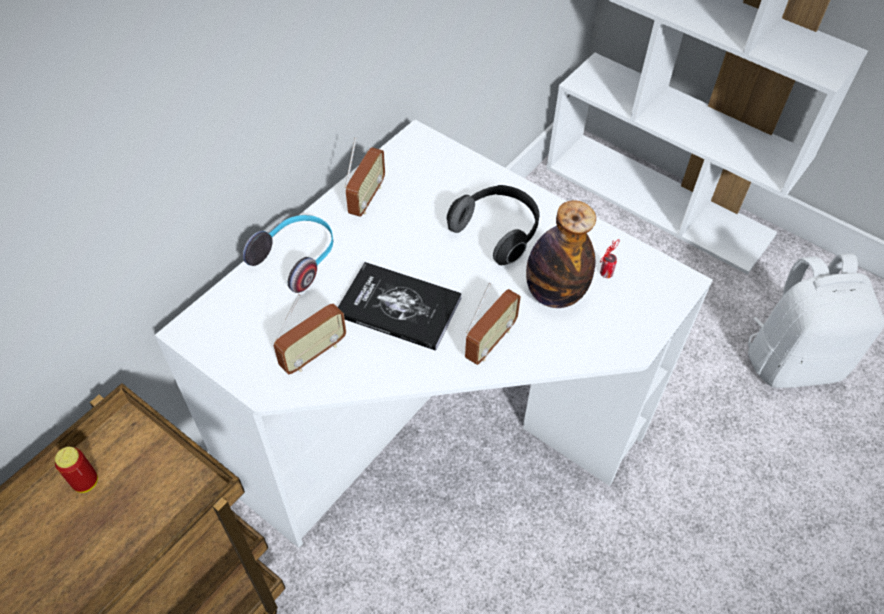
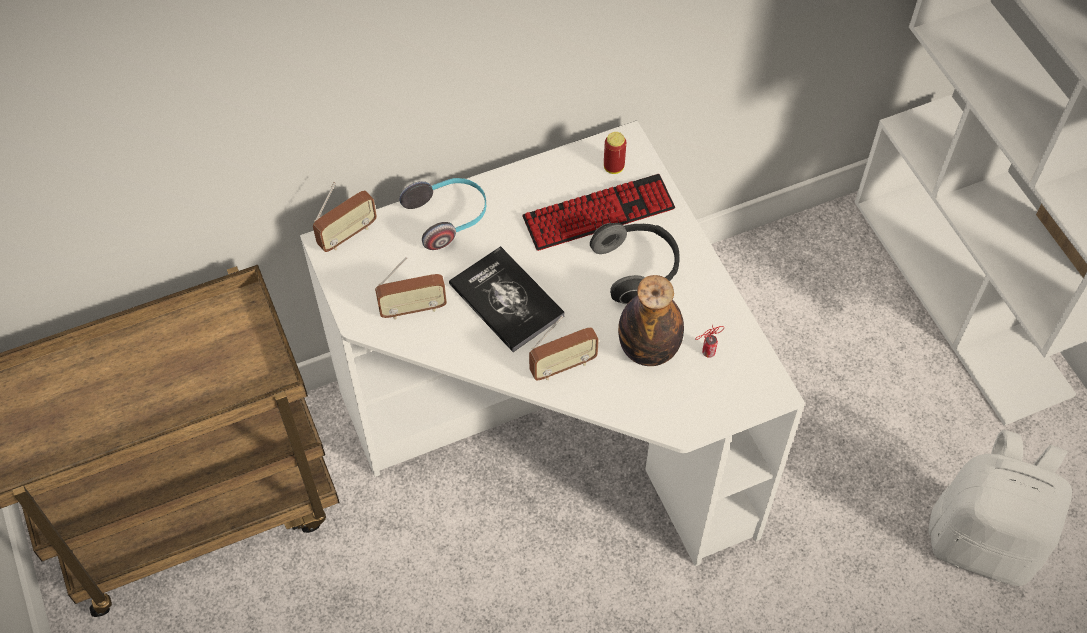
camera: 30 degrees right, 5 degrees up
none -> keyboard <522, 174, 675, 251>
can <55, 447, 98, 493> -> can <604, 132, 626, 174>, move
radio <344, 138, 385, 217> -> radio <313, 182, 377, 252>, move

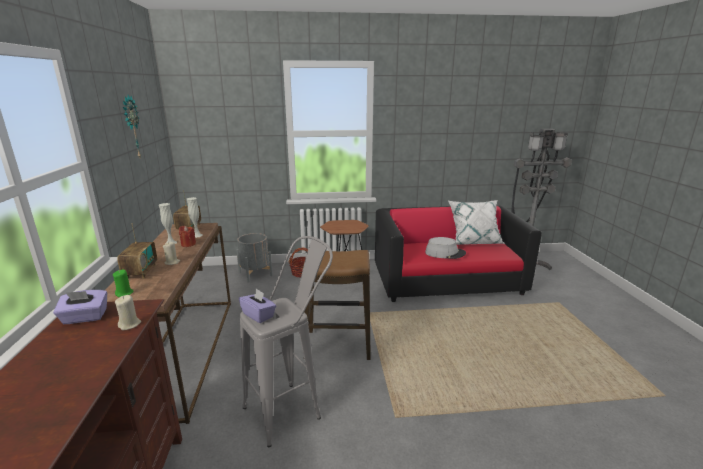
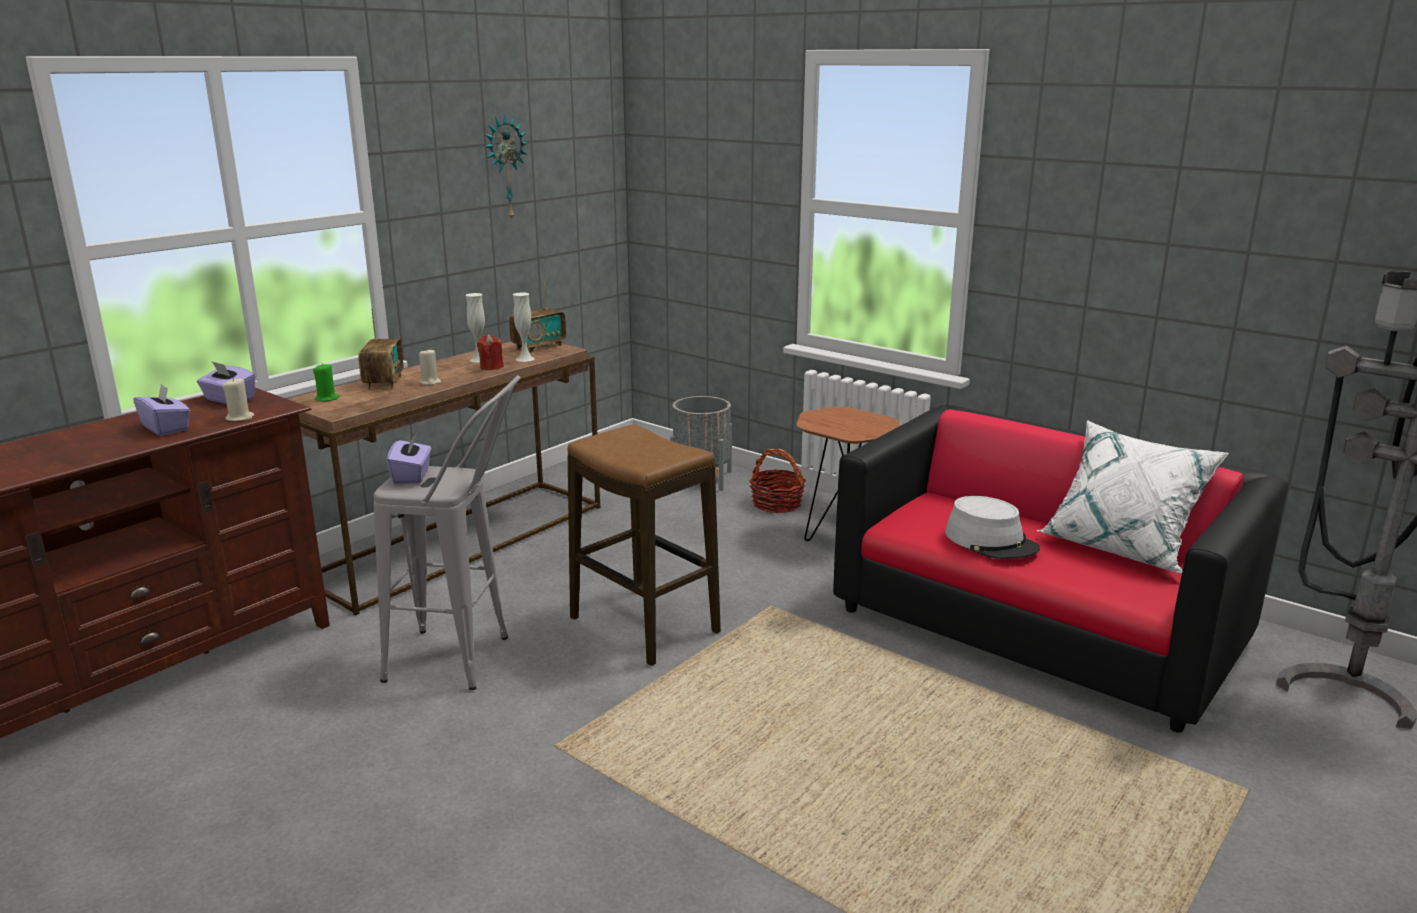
camera: 45 degrees right, 0 degrees up
none -> purple_tissue_box <133, 384, 190, 436>
radio <117, 223, 157, 279> -> radio <358, 309, 404, 390>, 45 degrees counterclockwise

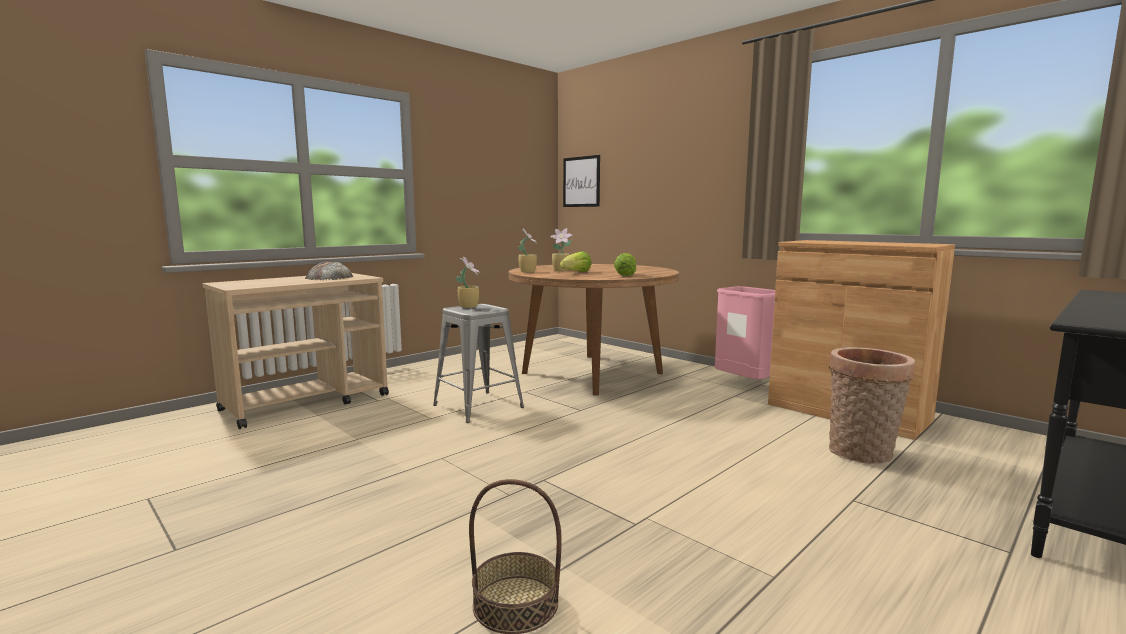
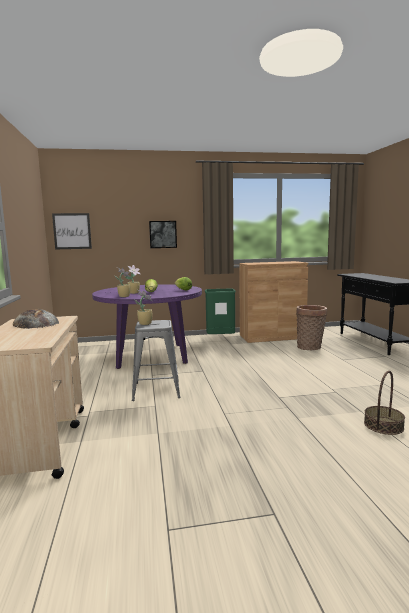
camera: 55 degrees left, 0 degrees up
none -> picture <149, 221, 177, 248>
brown_dining_table <509, 264, 679, 395> -> purple_dining_table <92, 284, 202, 369>
pink_trash_can <715, 286, 775, 379> -> green_trash_can <205, 289, 236, 334>

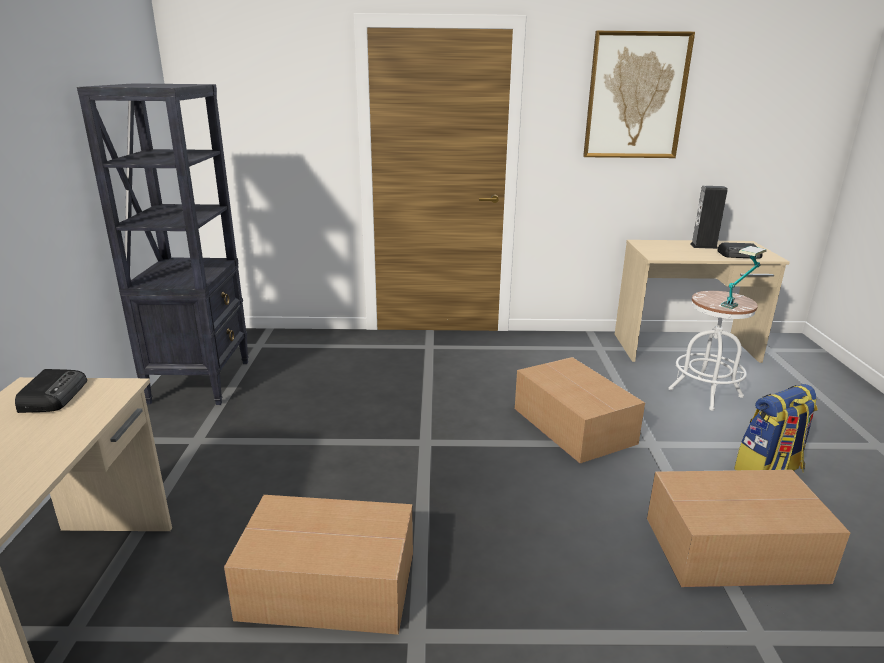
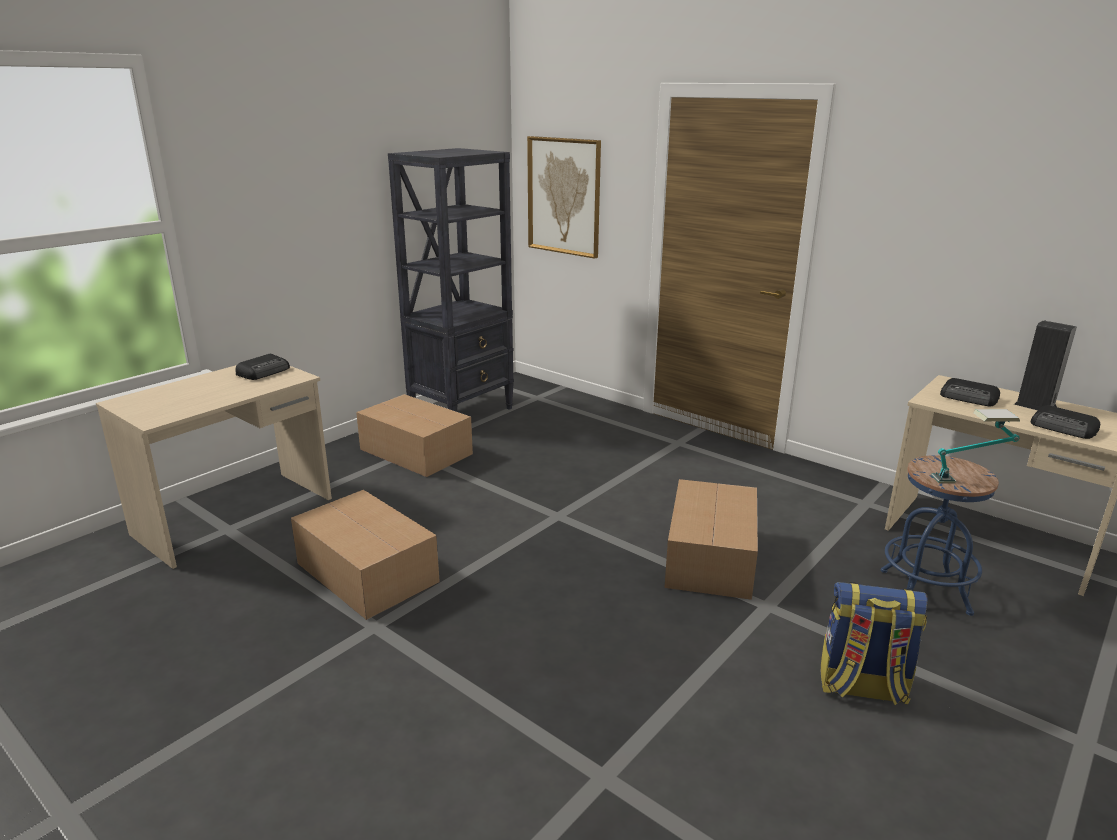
camera: 40 degrees right, 0 degrees up
none -> radio <940, 378, 1000, 406>
picture <583, 31, 695, 158> -> picture <527, 136, 601, 259>, move
cardboard_box <647, 470, 850, 587> -> cardboard_box <356, 394, 473, 477>, move
white_stool <668, 291, 758, 411> -> blue_stool <881, 455, 999, 616>

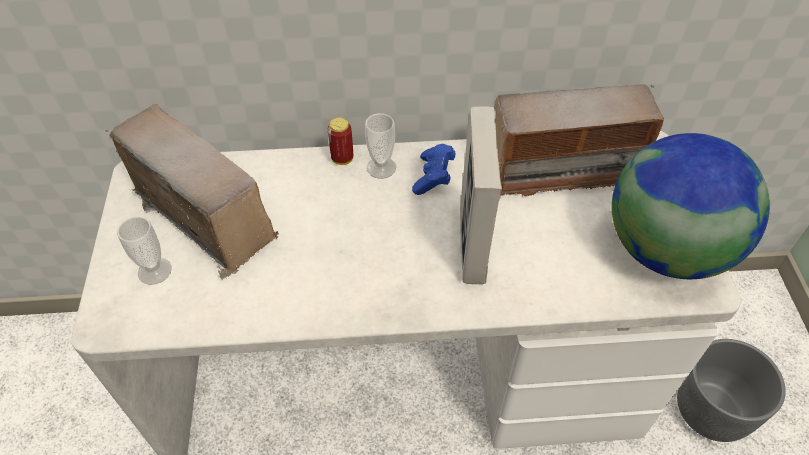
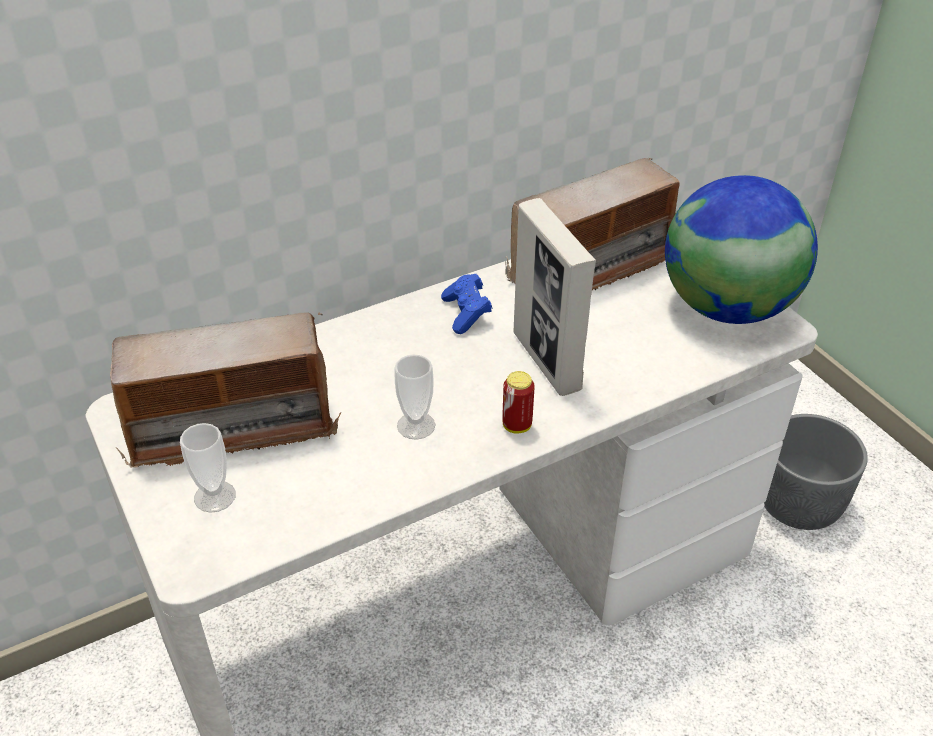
camera: 25 degrees left, 10 degrees down
can <328, 117, 353, 165> -> can <502, 371, 535, 434>, move
cup <365, 113, 396, 179> -> cup <395, 354, 436, 440>, move
radio <105, 104, 279, 280> -> radio <110, 312, 341, 468>, 150 degrees clockwise

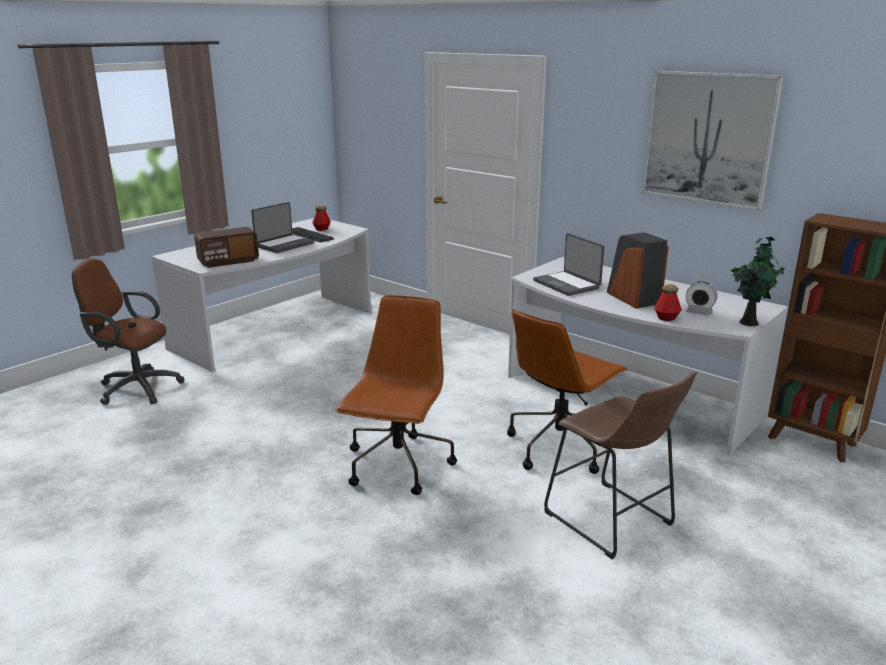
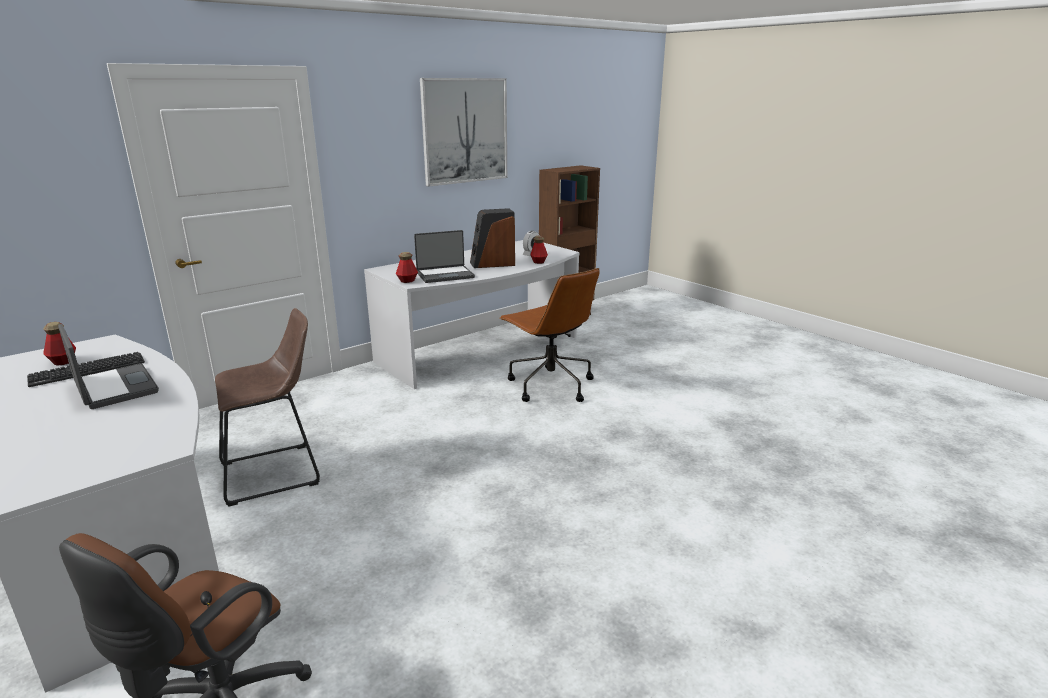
camera: 80 degrees left, 0 degrees up
radio <194, 227, 259, 268> -> none
brown_office_chair <335, 295, 457, 495> -> none
potted_plant <730, 237, 785, 326> -> none
none -> bottle <396, 252, 418, 283>
brown_stool <544, 371, 697, 559> -> brown_stool <215, 308, 320, 507>, move

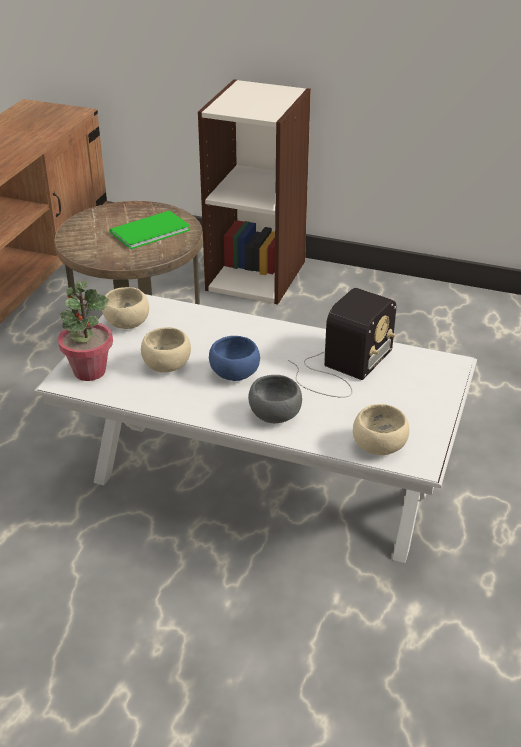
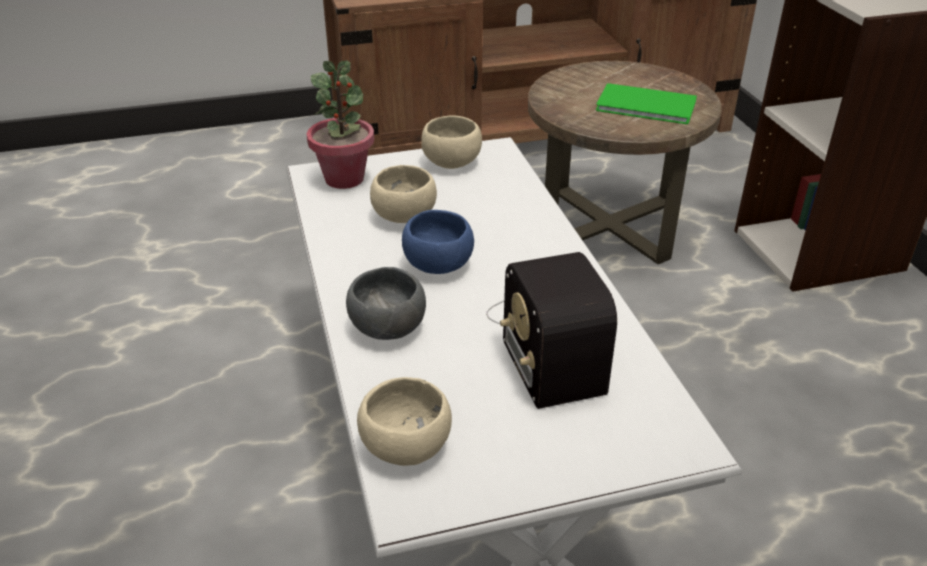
camera: 55 degrees right, 0 degrees up
radio <288, 288, 396, 398> -> radio <486, 252, 617, 409>, 75 degrees clockwise

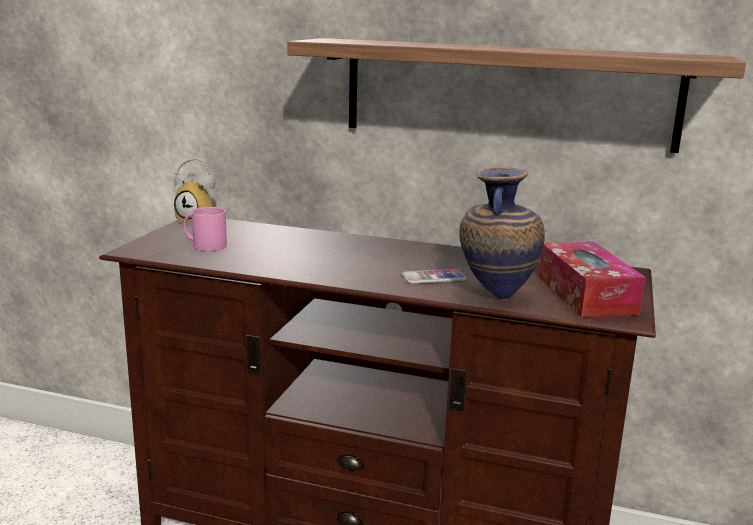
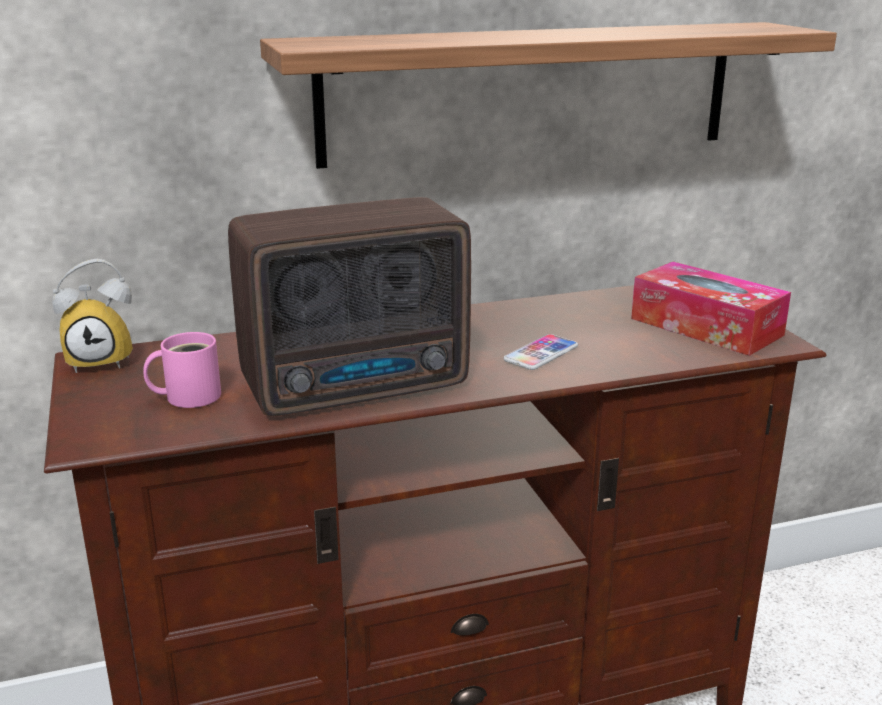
camera: 35 degrees left, 5 degrees up
vase <459, 167, 545, 301> -> none
none -> radio <228, 197, 471, 416>

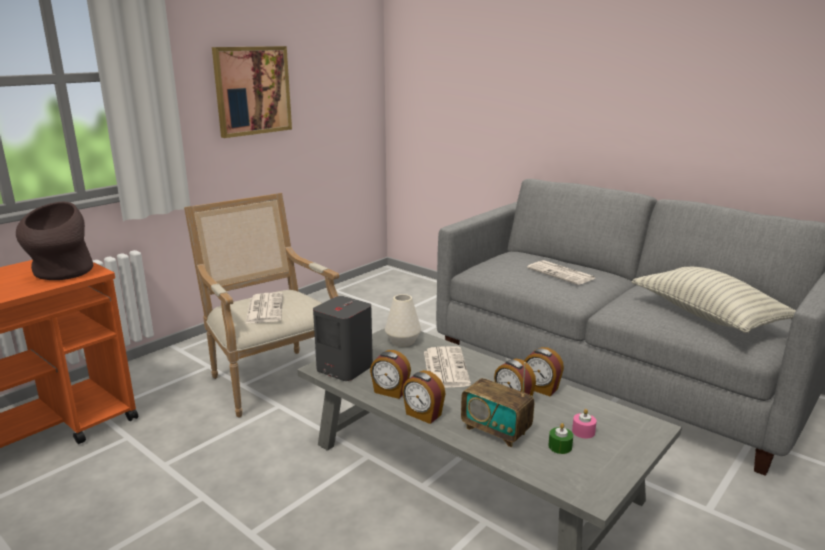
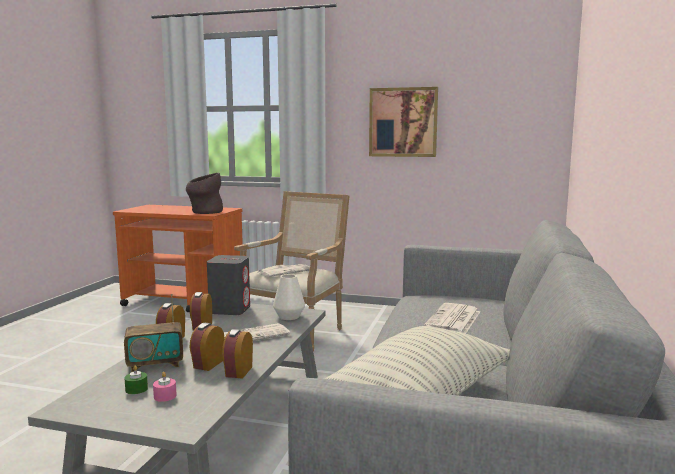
camera: 65 degrees right, 10 degrees down
radio <461, 362, 534, 447> -> radio <124, 294, 183, 372>, 120 degrees counterclockwise

